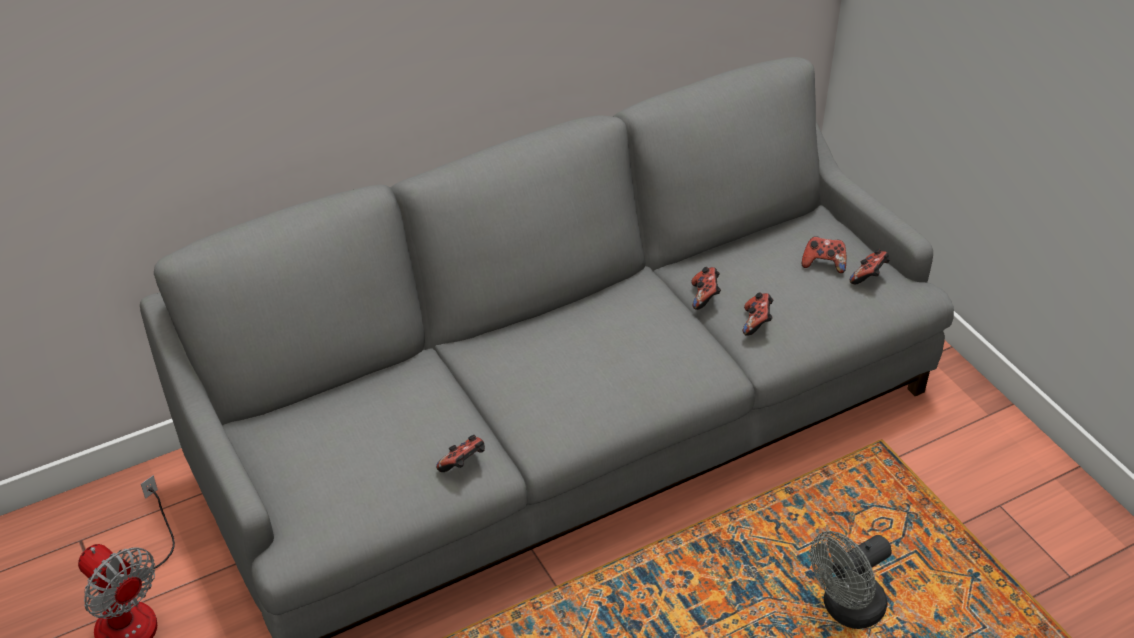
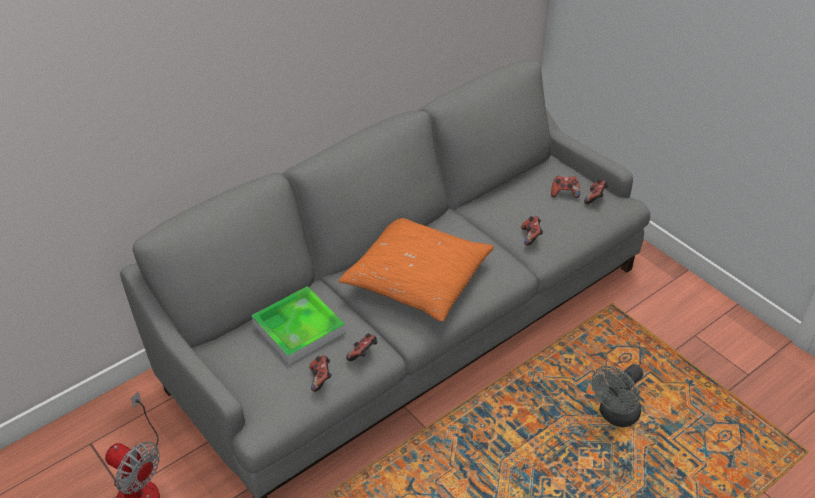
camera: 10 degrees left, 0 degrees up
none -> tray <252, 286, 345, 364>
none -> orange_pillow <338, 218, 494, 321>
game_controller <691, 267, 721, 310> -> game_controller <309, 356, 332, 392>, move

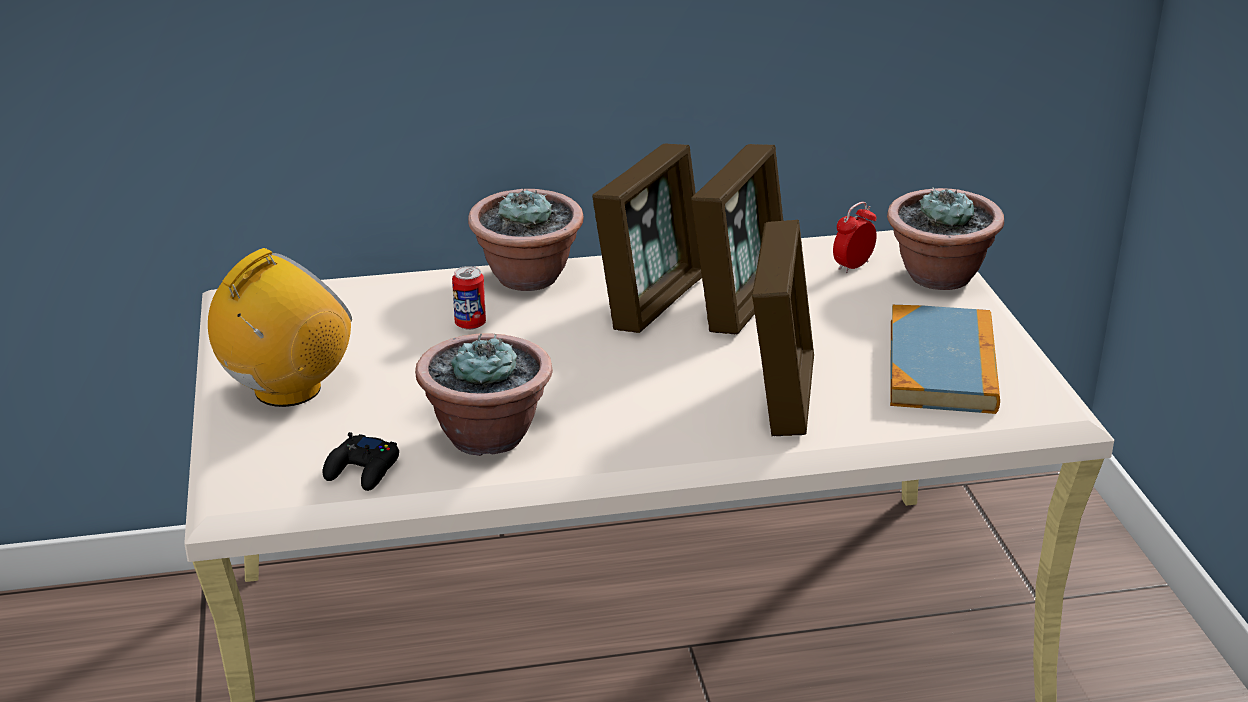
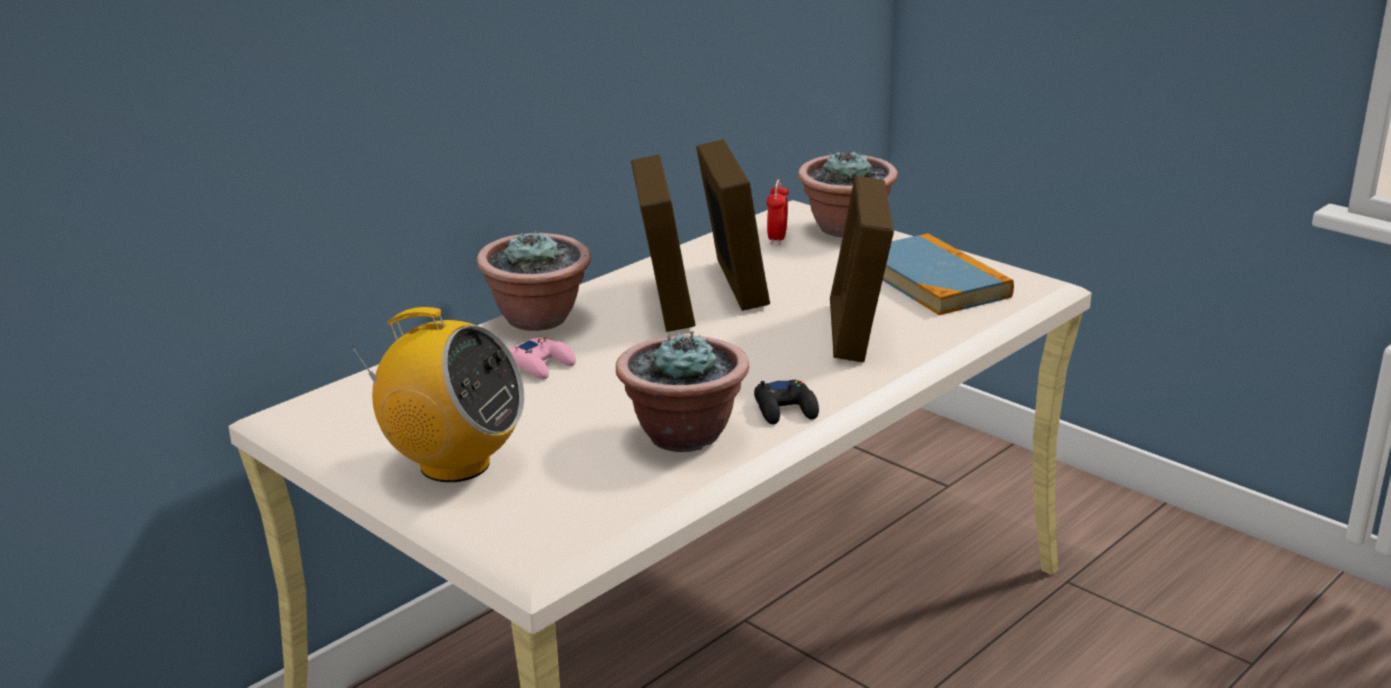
camera: 35 degrees left, 5 degrees down
black_game_controller <323, 432, 399, 491> -> black_game_controller <754, 380, 819, 424>, move
can <452, 266, 486, 330> -> pink_game_controller <509, 338, 576, 379>
radio <208, 248, 352, 407> -> radio <351, 307, 524, 482>, 105 degrees clockwise
picture_frame <752, 219, 814, 436> -> picture_frame <830, 176, 894, 362>, 150 degrees counterclockwise

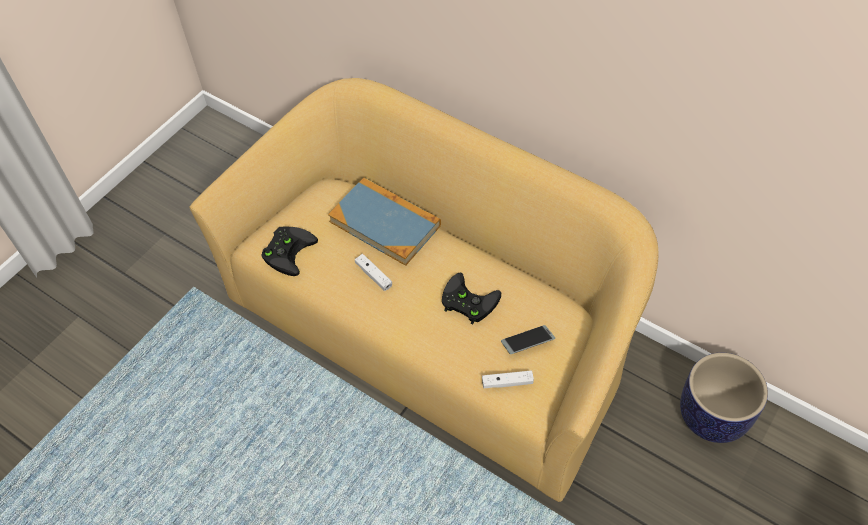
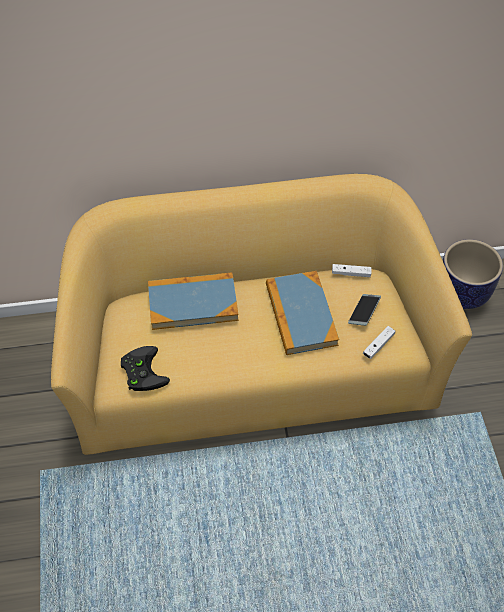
camera: 45 degrees left, 0 degrees up
white_game_controller <355, 254, 392, 291> -> white_game_controller <332, 264, 372, 277>, move
black_game_controller <442, 273, 501, 324> -> book <266, 271, 339, 355>

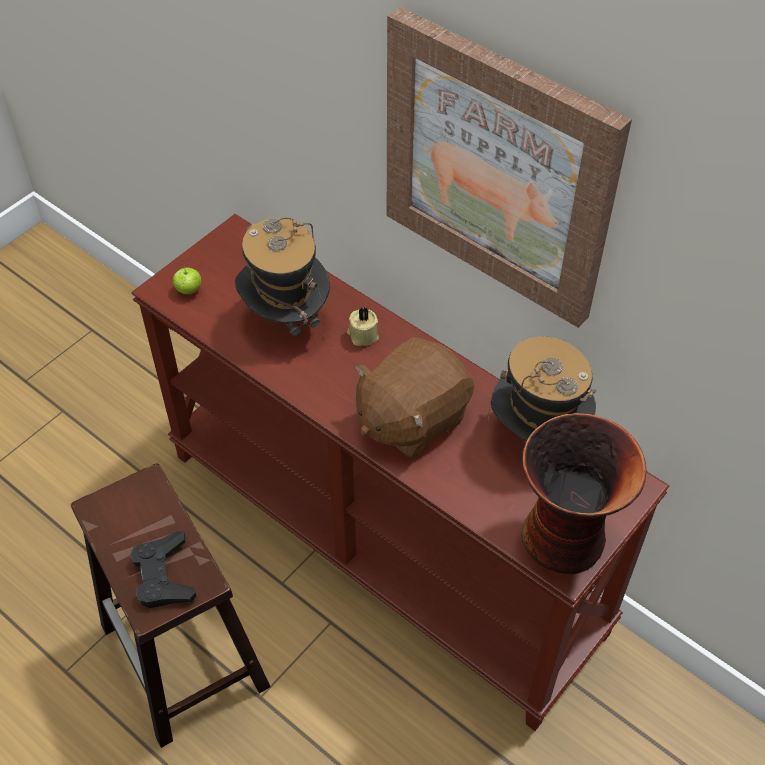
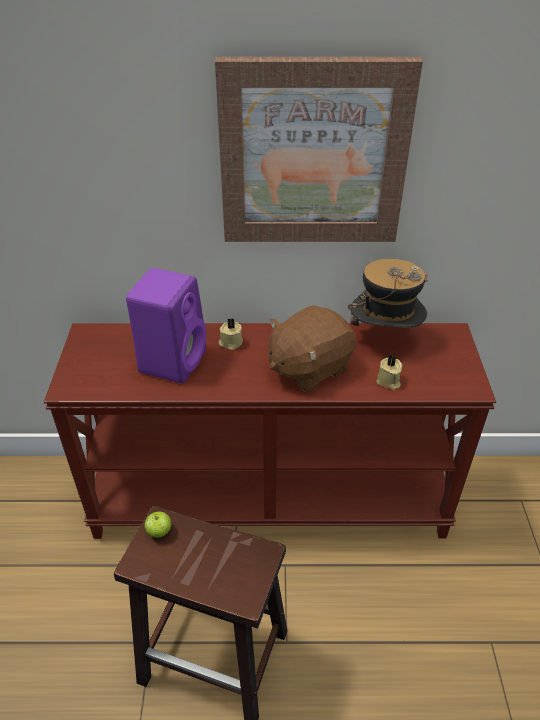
camera: 40 degrees left, 10 degrees down
black_game_controller <130, 531, 197, 608> -> none
vase <522, 413, 647, 575> -> none
none -> beige_candle <377, 355, 402, 390>
apple <173, 266, 201, 294> -> apple <145, 512, 171, 538>, move
hat <235, 217, 330, 341> -> purple_speaker <126, 268, 206, 383>
brown_plush_toy <355, 337, 474, 459> -> brown_plush_toy <268, 305, 357, 392>, 45 degrees clockwise

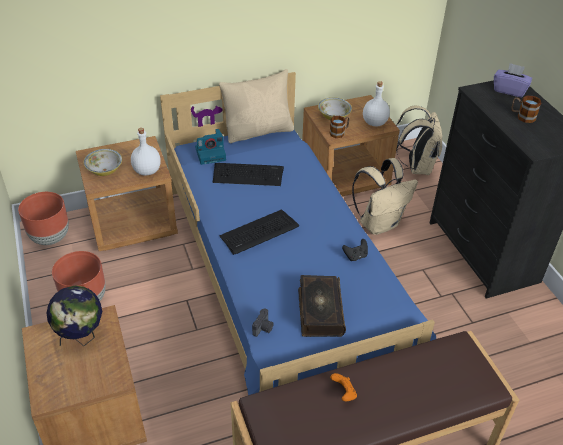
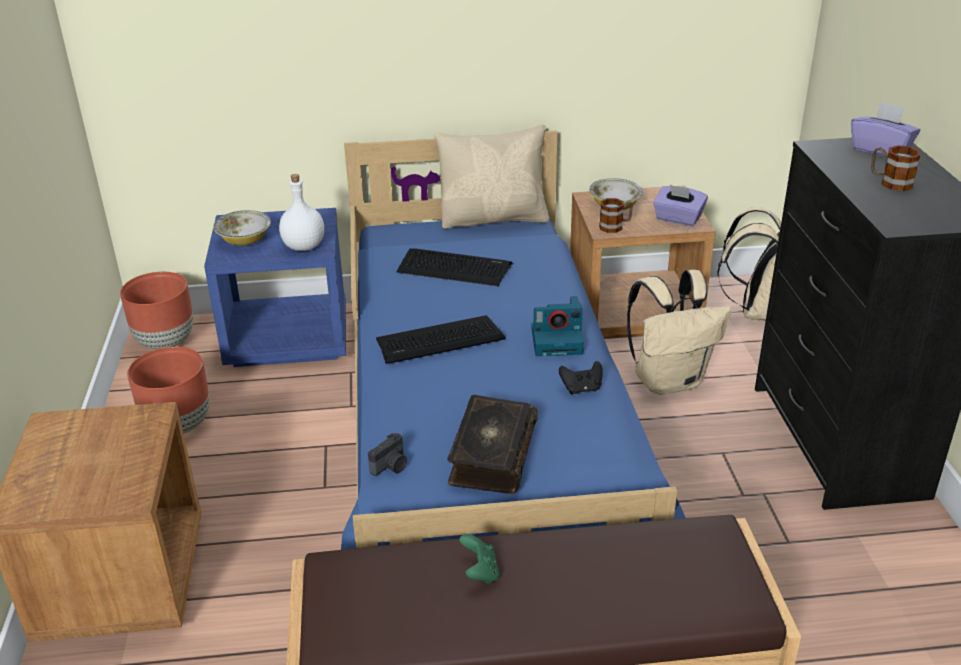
camera: 15 degrees right, 10 degrees down
globe <47, 286, 102, 346> -> none
photo_camera <195, 129, 226, 165> -> photo_camera <531, 296, 584, 356>, move
white_bottle <363, 81, 390, 127> -> purple_tissue_box <653, 185, 708, 226>
brown_nightstand <76, 136, 178, 251> -> blue_nightstand <204, 208, 346, 367>
orange_game_controller <330, 373, 357, 401> -> green_game_controller <459, 534, 499, 584>

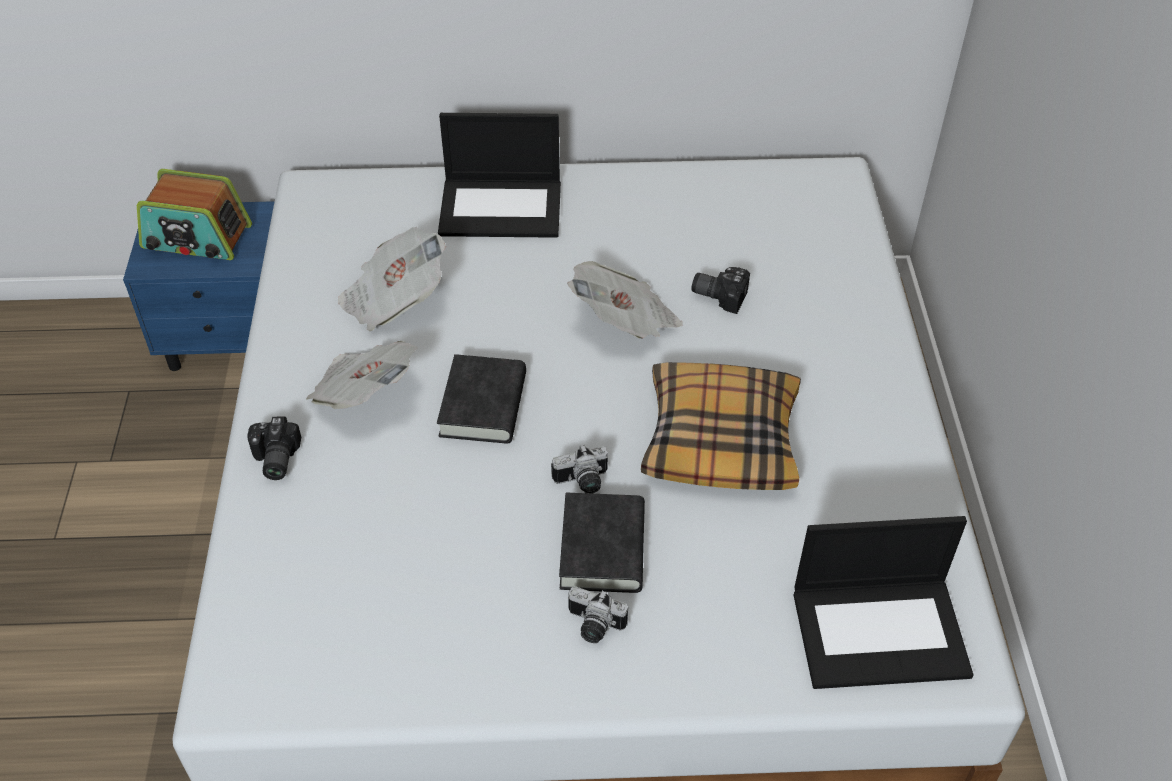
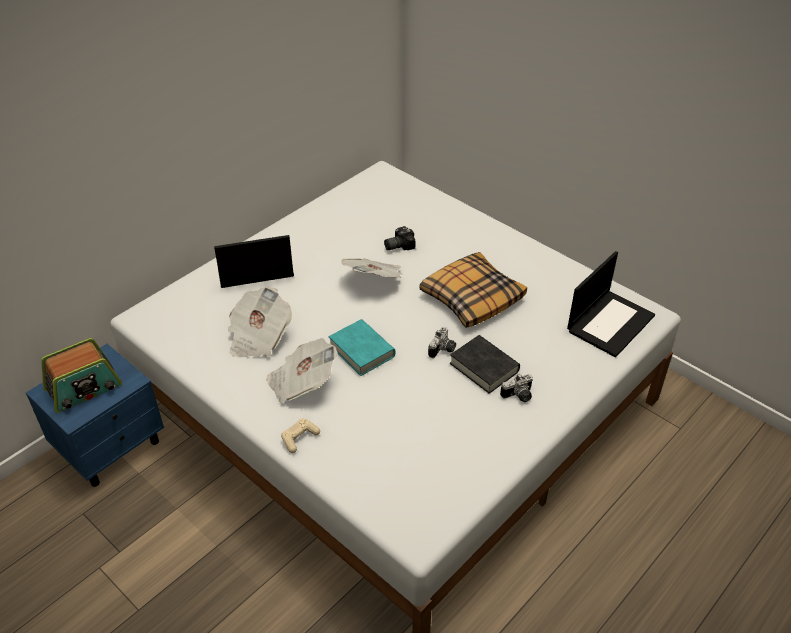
camera: 45 degrees left, 5 degrees down
photo_camera <247, 417, 301, 480> -> beige_game_controller <281, 418, 320, 453>
black_book <437, 354, 526, 444> -> turquoise_book <329, 319, 395, 376>
laptop <438, 113, 561, 238> -> laptop <214, 235, 294, 288>, 150 degrees counterclockwise

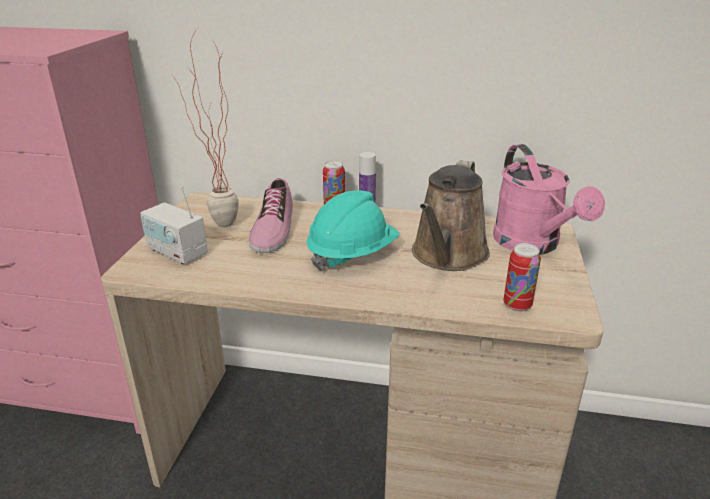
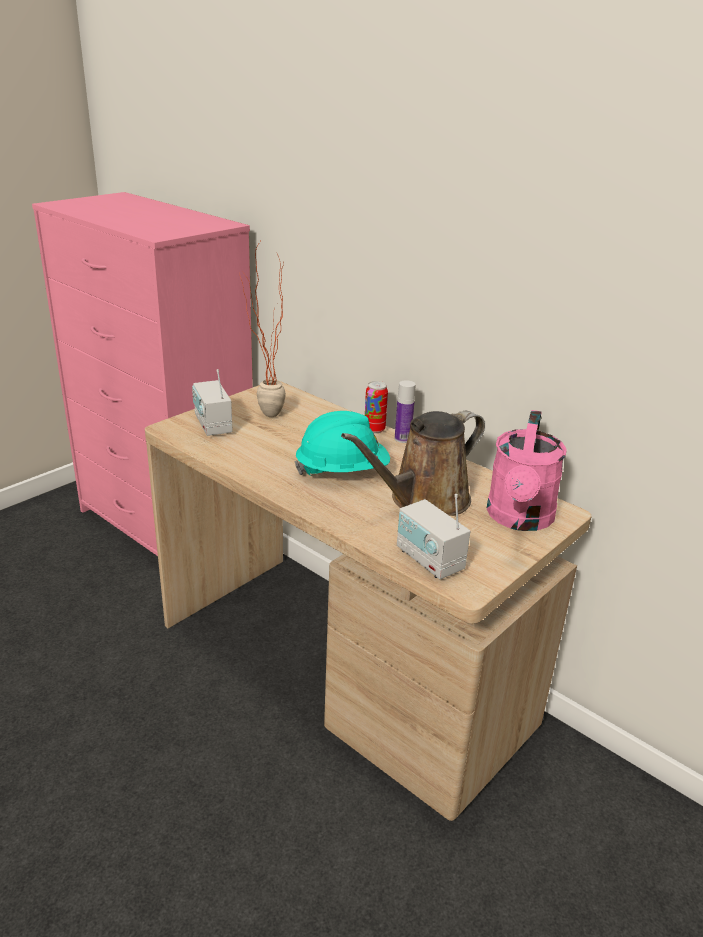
camera: 30 degrees right, 0 degrees up
shoe <249, 178, 293, 253> -> none
can <503, 243, 541, 312> -> radio <397, 494, 470, 579>

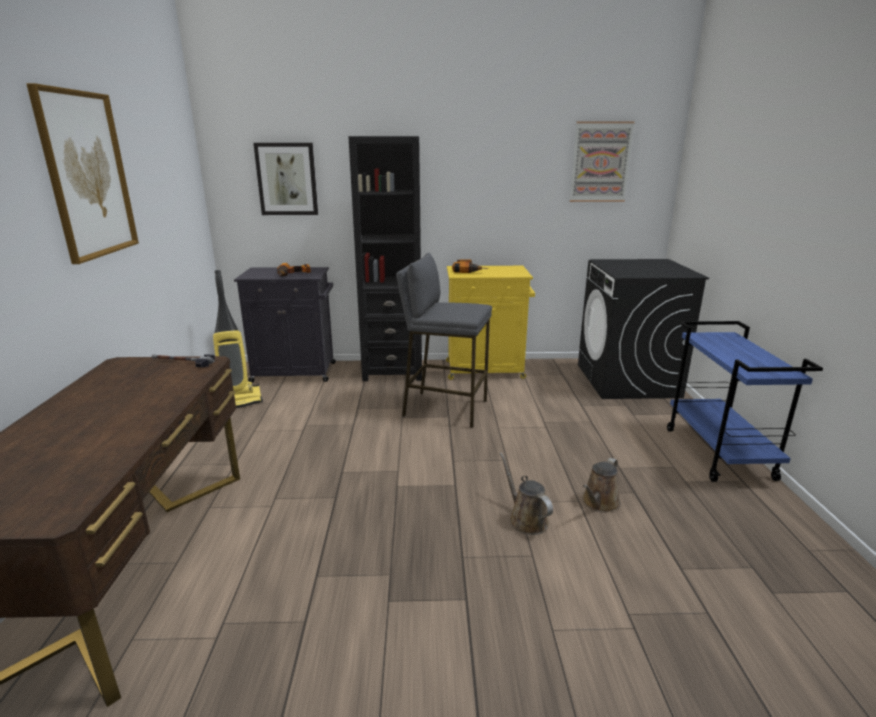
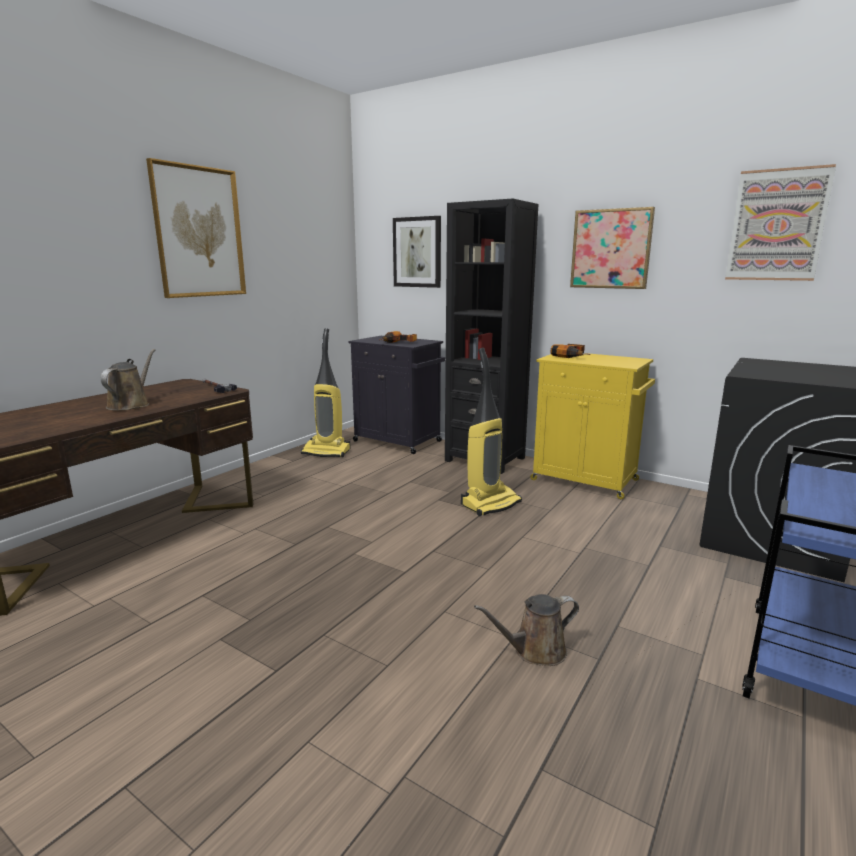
camera: 35 degrees right, 5 degrees down
none -> picture <570, 207, 655, 289>
brown_watering_can <499, 452, 553, 535> -> brown_watering_can <101, 349, 155, 411>, move
grey_stool <396, 253, 492, 428> -> vacuum_cleaner <461, 348, 522, 516>

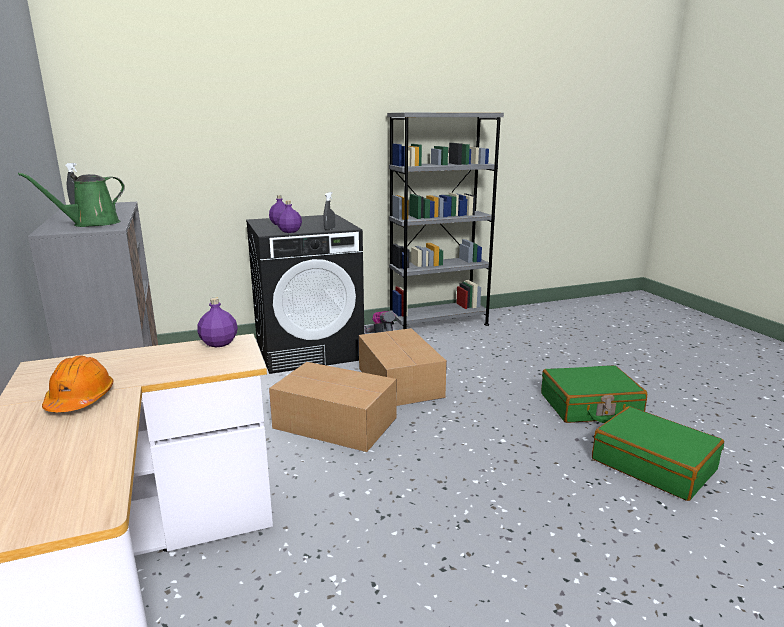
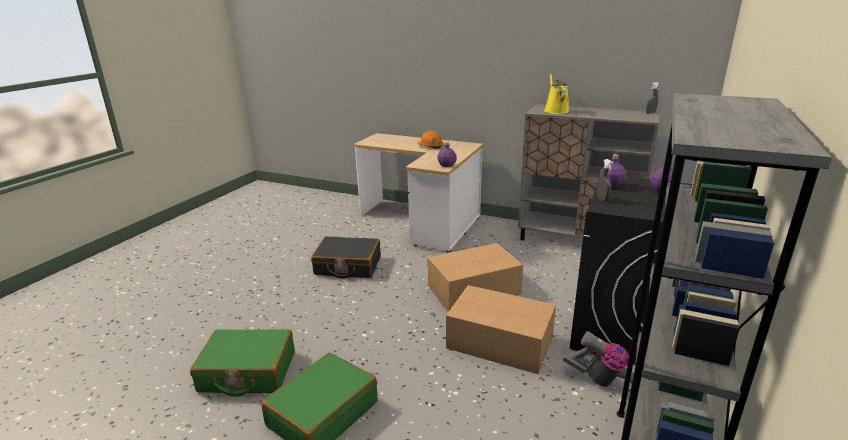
camera: 135 degrees right, 5 degrees up
none -> black_suitcase <311, 236, 381, 279>
green_watering_can <18, 173, 125, 227> -> yellow_watering_can <544, 73, 569, 114>

